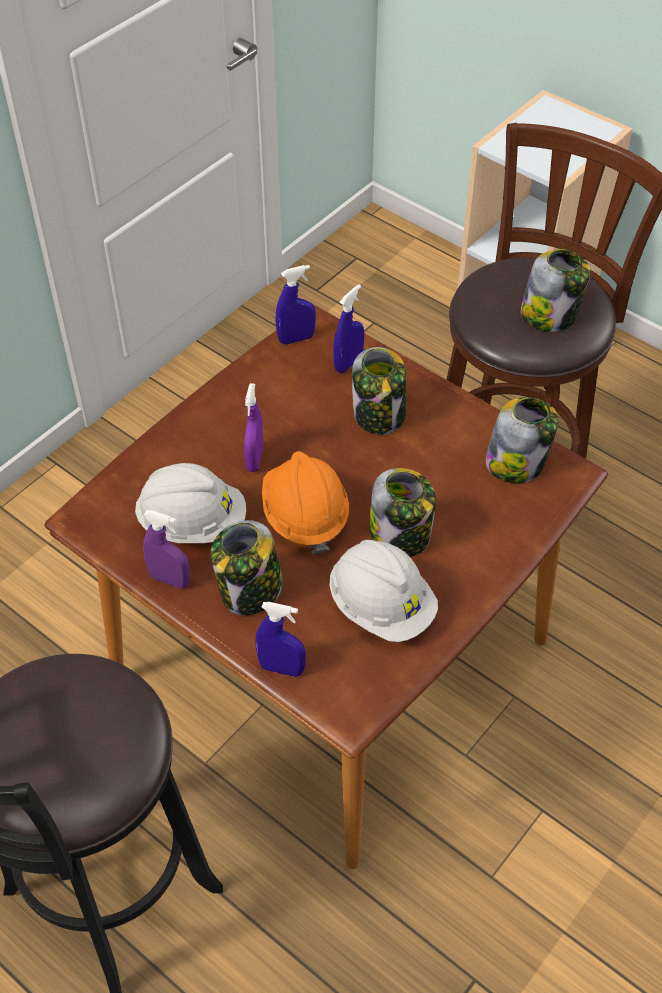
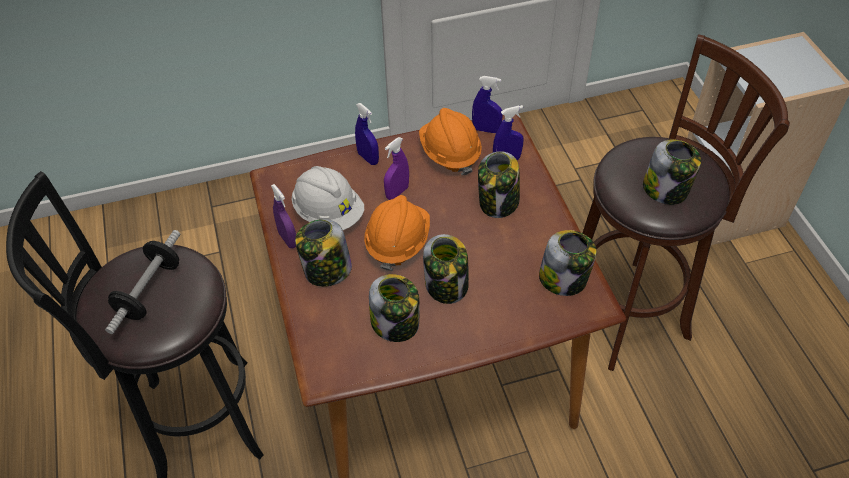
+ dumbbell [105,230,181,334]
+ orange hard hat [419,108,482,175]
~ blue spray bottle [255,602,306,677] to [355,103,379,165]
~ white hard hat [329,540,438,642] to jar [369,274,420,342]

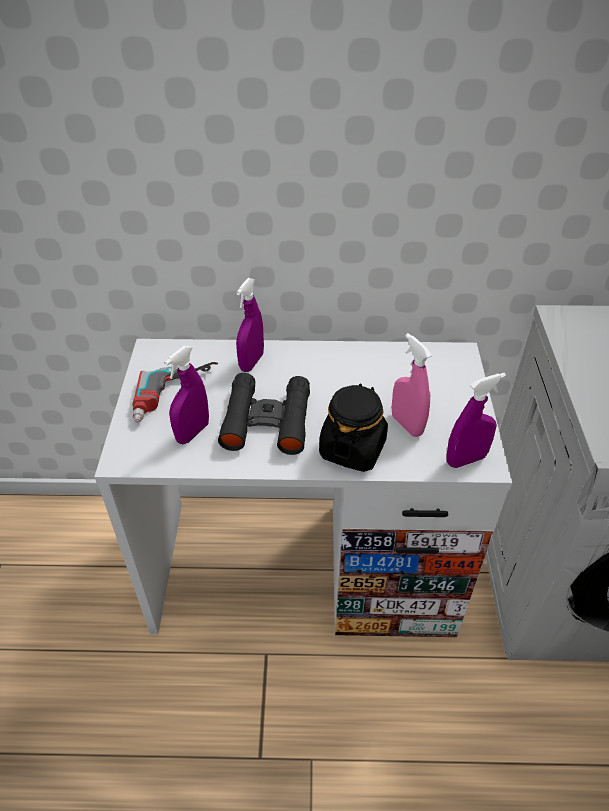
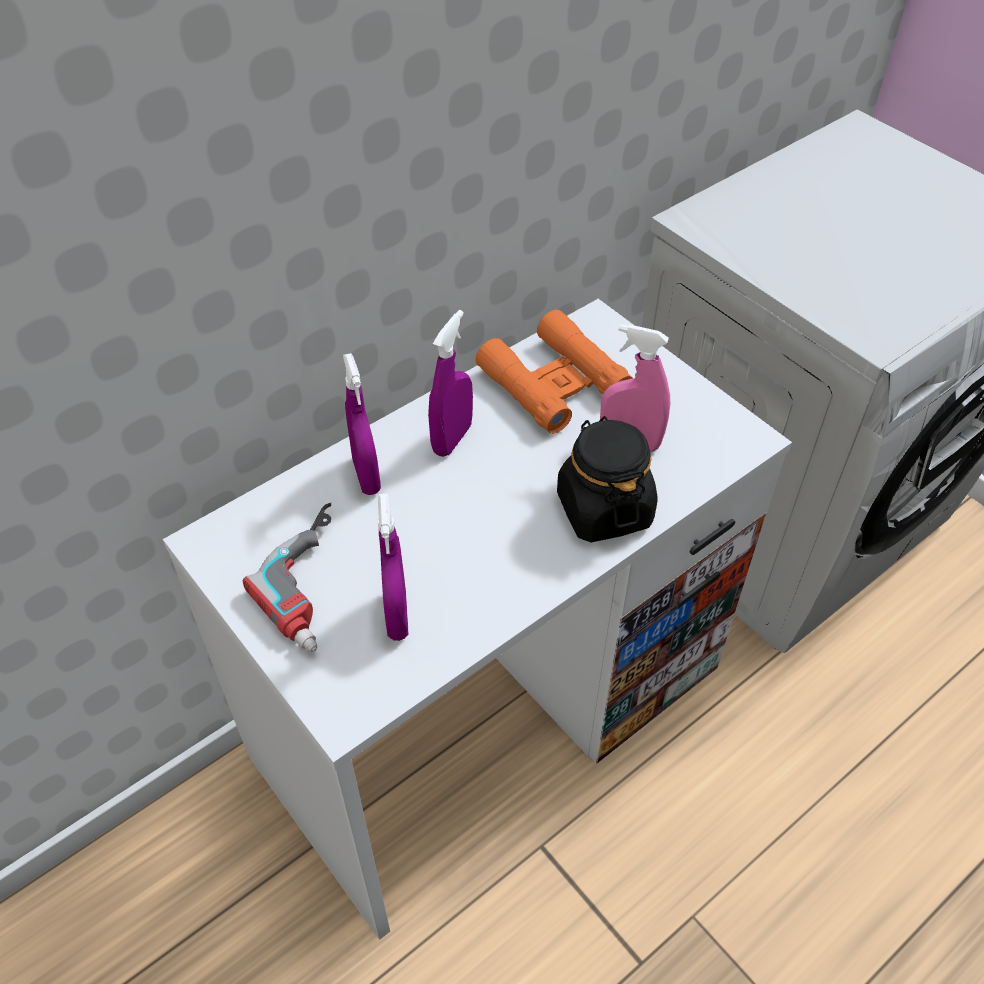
- black binoculars [218,373,310,455]
+ orange binoculars [476,310,633,434]
~ purple spray bottle [447,373,506,468] to [428,310,473,457]

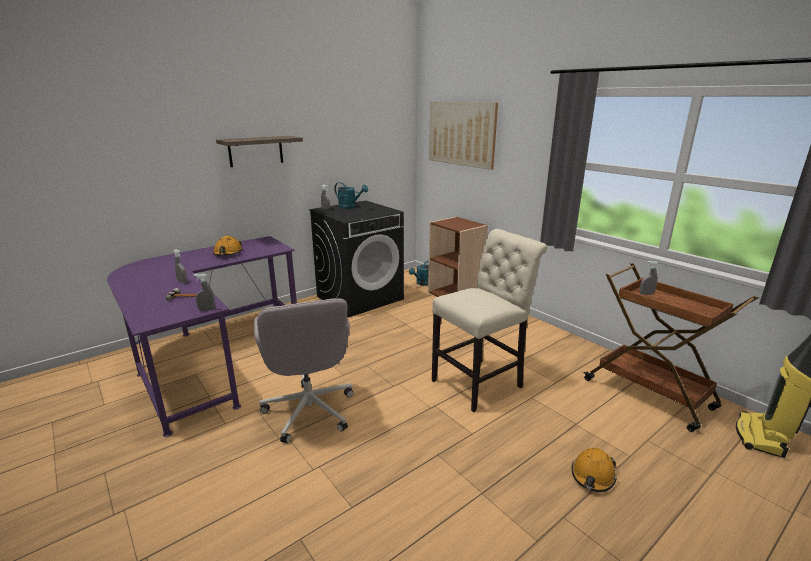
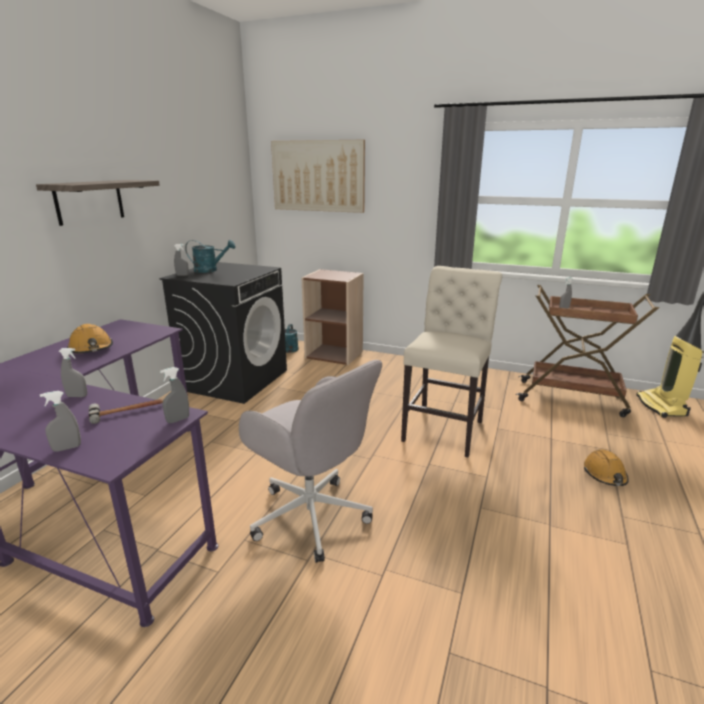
+ grey spray bottle [40,391,81,452]

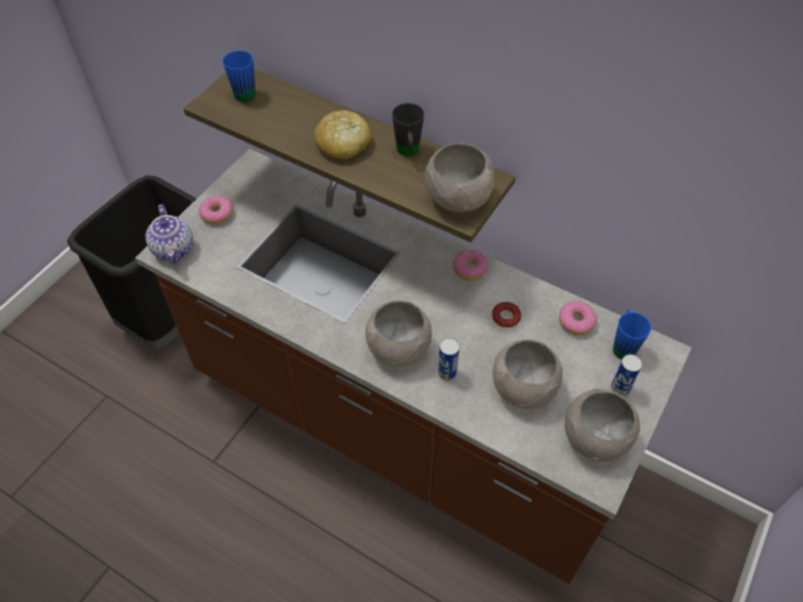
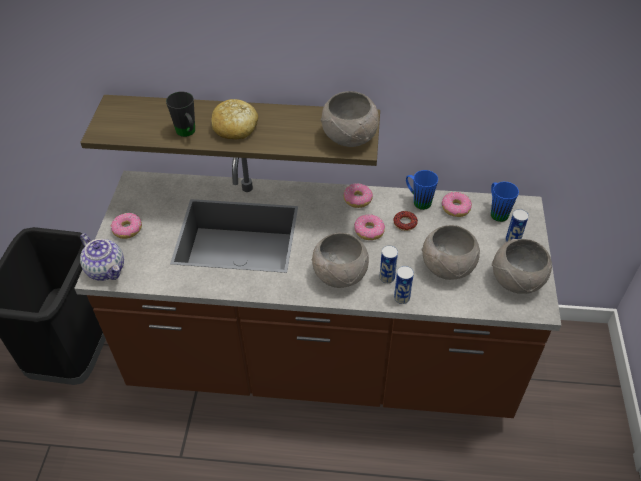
+ donut [354,214,385,240]
+ can [394,266,414,304]
~ blue mug [223,51,256,102] to [406,170,438,210]
~ black mug [392,103,424,156] to [166,91,195,137]

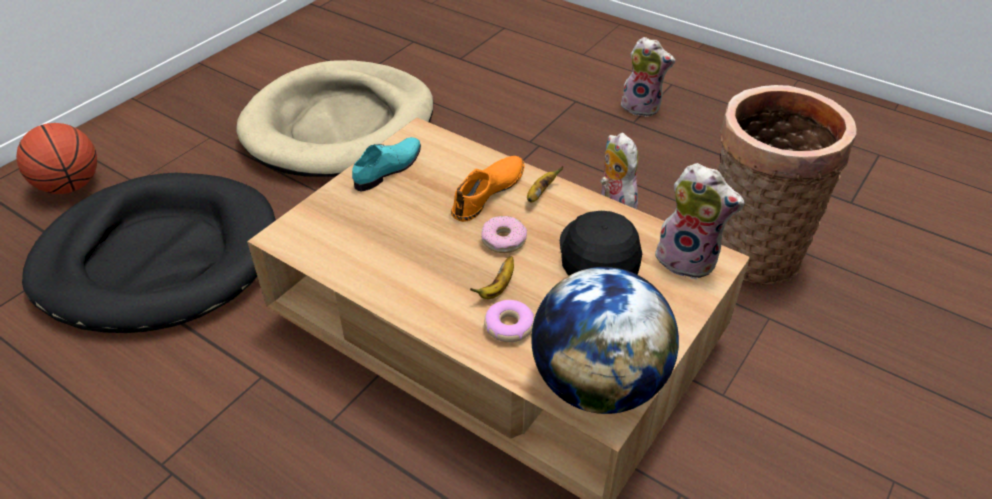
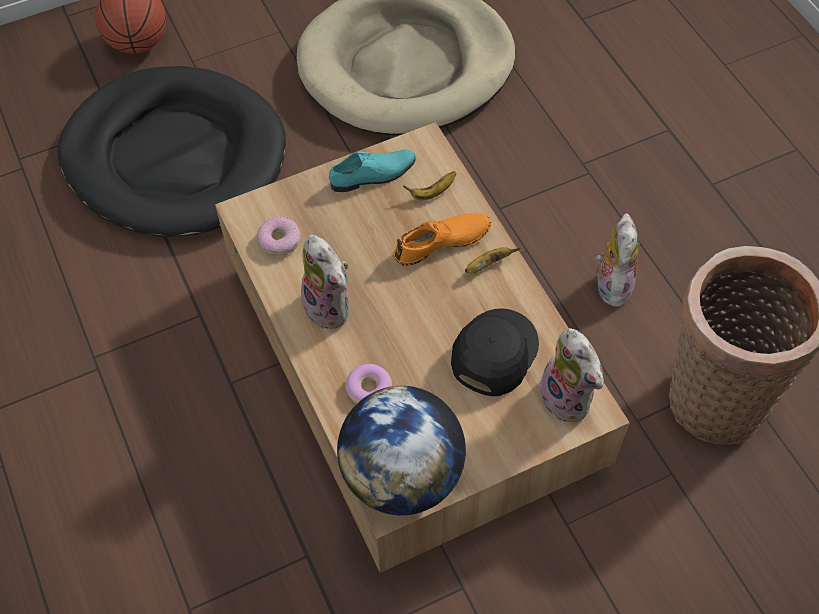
~ banana [470,256,514,299] to [403,171,456,200]
~ donut [481,216,527,253] to [257,216,301,256]
~ plush toy [621,37,675,117] to [301,235,348,329]

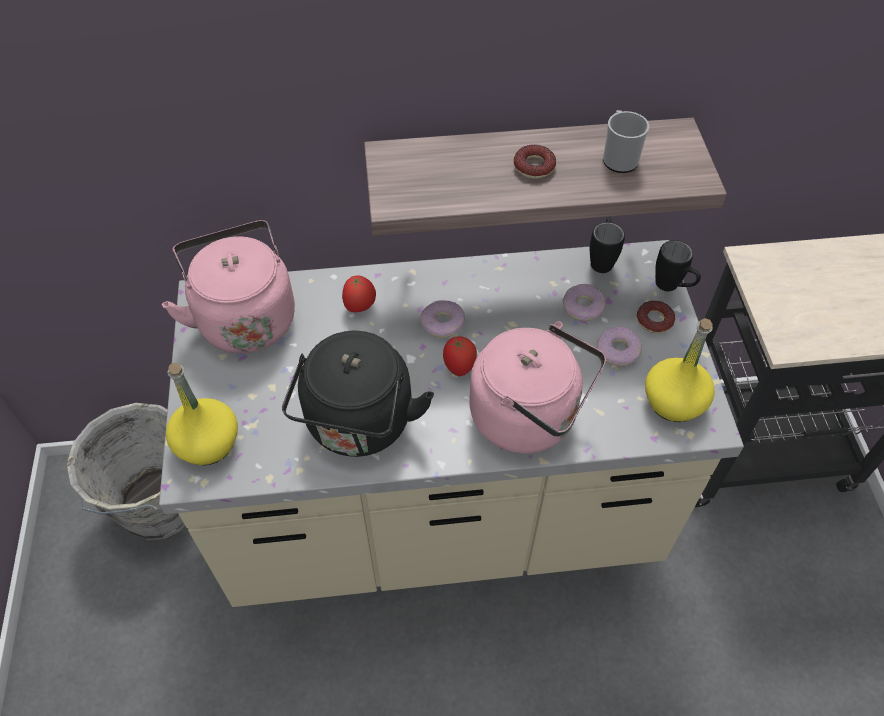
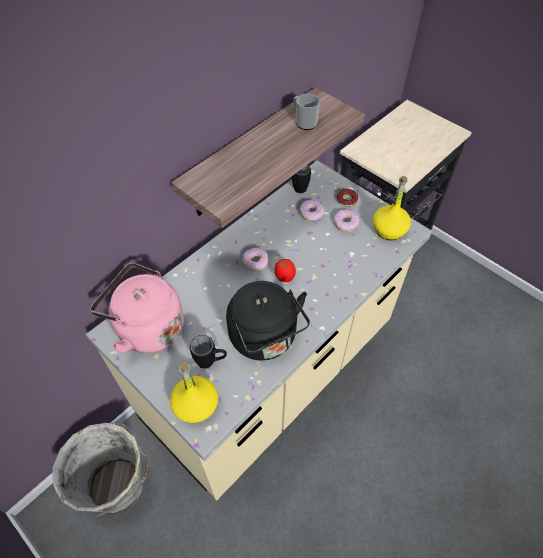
- tomato [342,275,376,312]
- pink kettle [469,321,606,454]
- donut [514,145,556,179]
~ black mug [655,240,701,291] to [190,335,227,369]

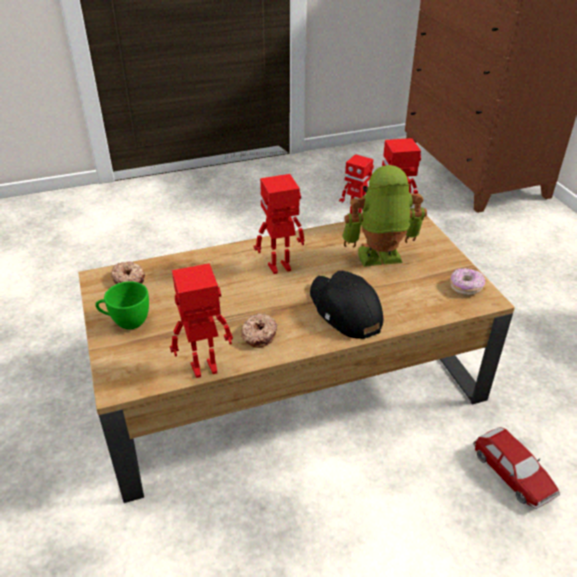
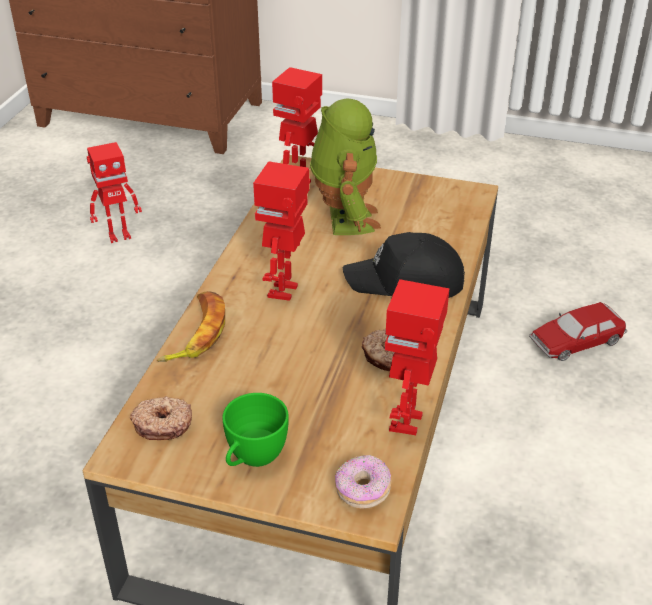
+ banana [157,291,225,362]
~ donut [450,268,485,295] to [335,455,391,509]
~ toy robot [343,165,427,267] = [310,99,381,235] 150 degrees clockwise
~ toy car [473,427,560,509] = [529,302,627,361] 150 degrees clockwise

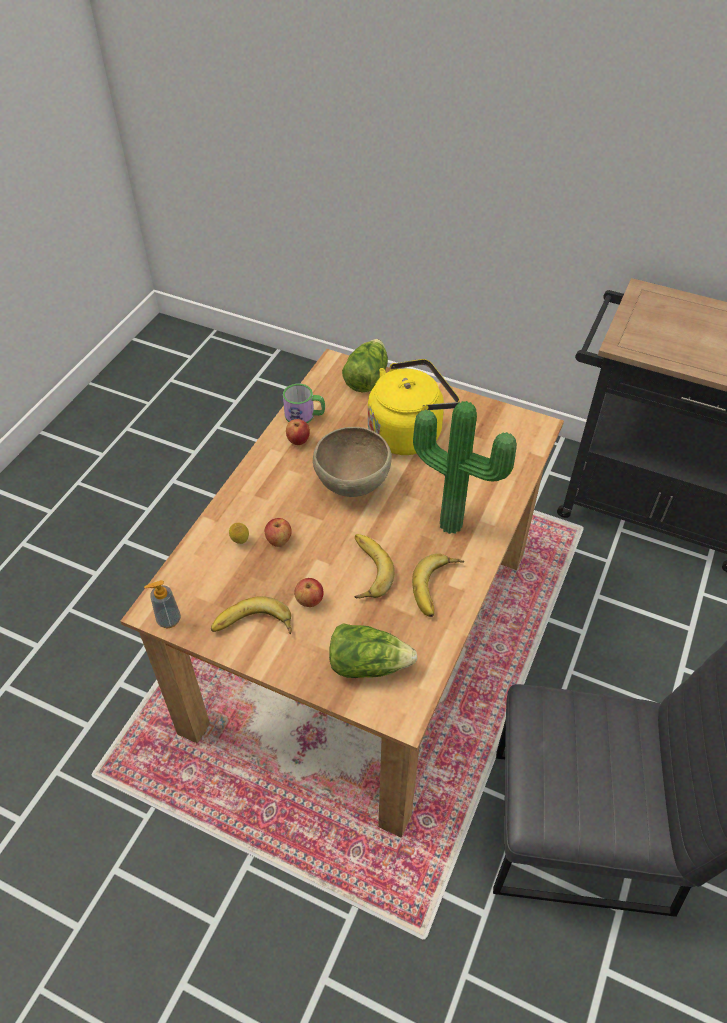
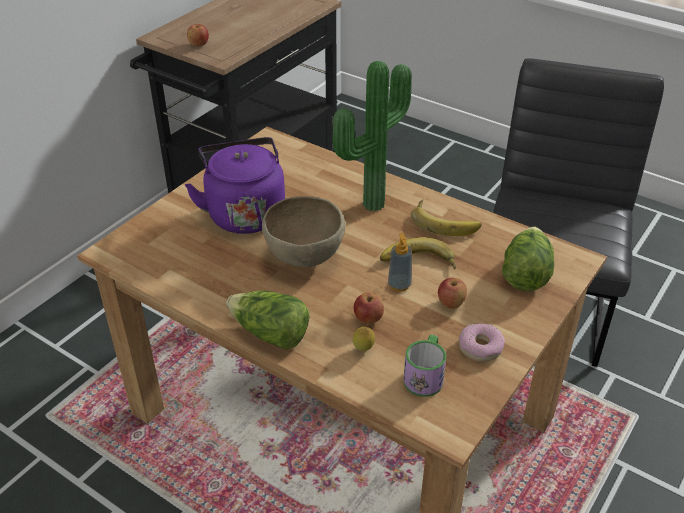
~ soap dispenser [144,580,181,628] to [388,233,412,292]
~ mug [283,384,325,423] to [404,334,446,397]
~ apple [286,419,310,445] to [187,24,209,46]
~ lettuce [342,339,388,392] to [226,291,309,349]
~ banana [211,596,292,634] to donut [459,324,505,362]
~ yellow kettle [368,359,460,455] to purple kettle [185,137,285,234]

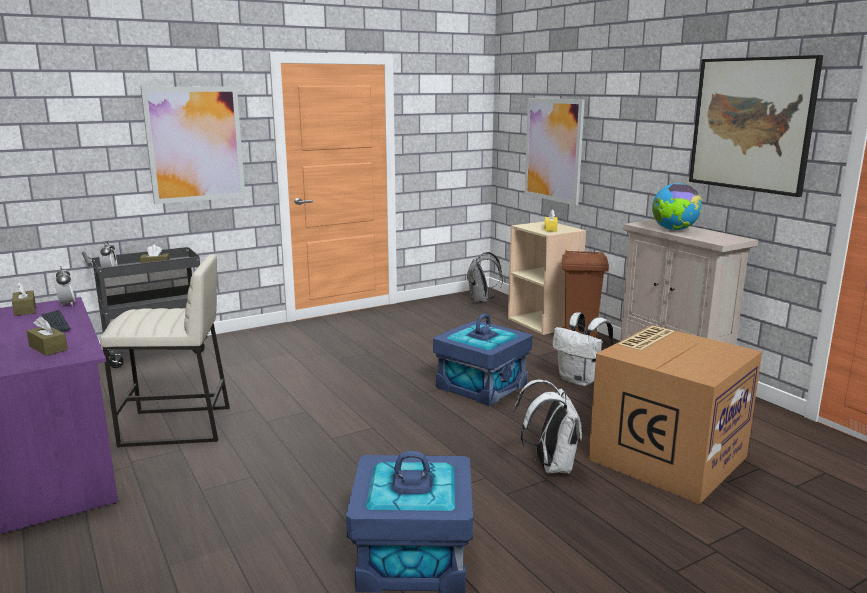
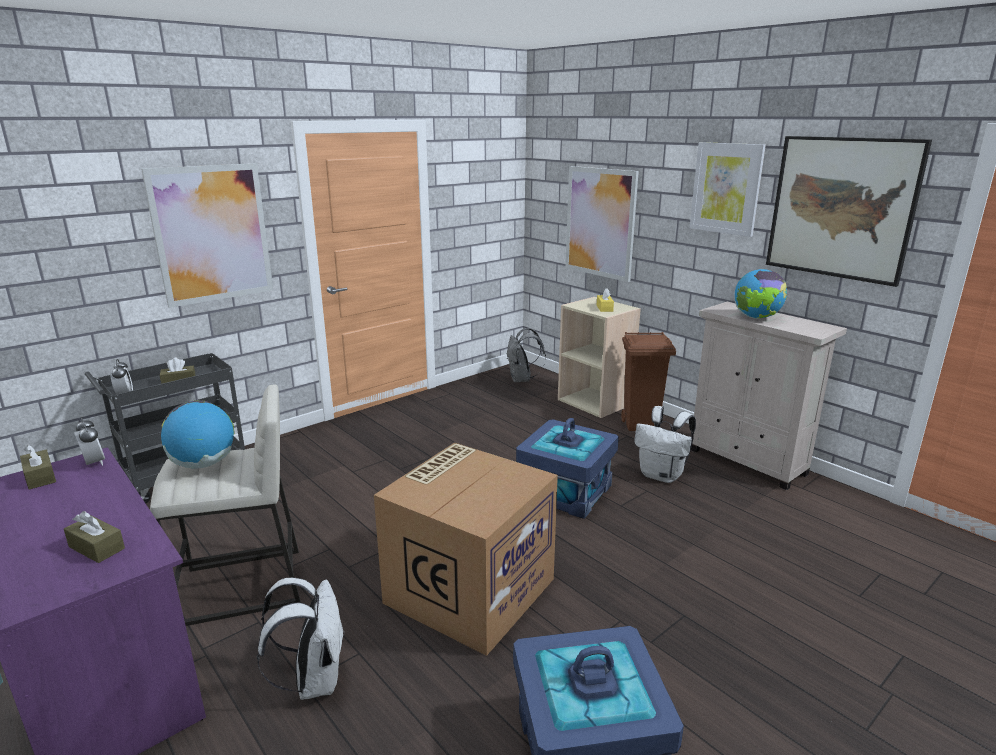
- keyboard [41,310,70,332]
+ globe [161,400,235,468]
+ picture [690,142,766,237]
~ white backpack [513,379,582,474] to [257,578,345,700]
~ cardboard box [589,325,762,504] to [374,443,558,656]

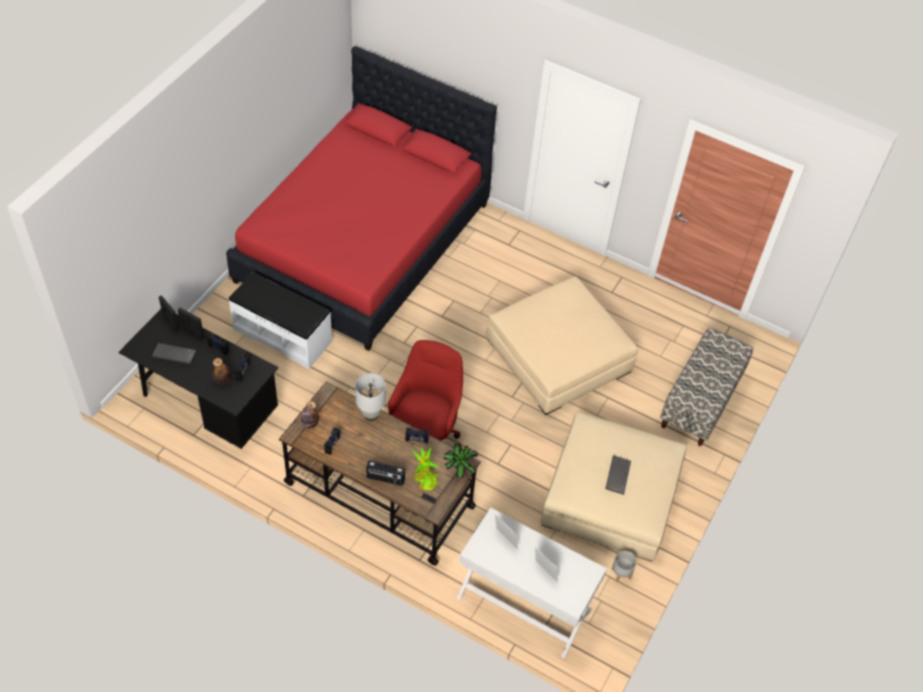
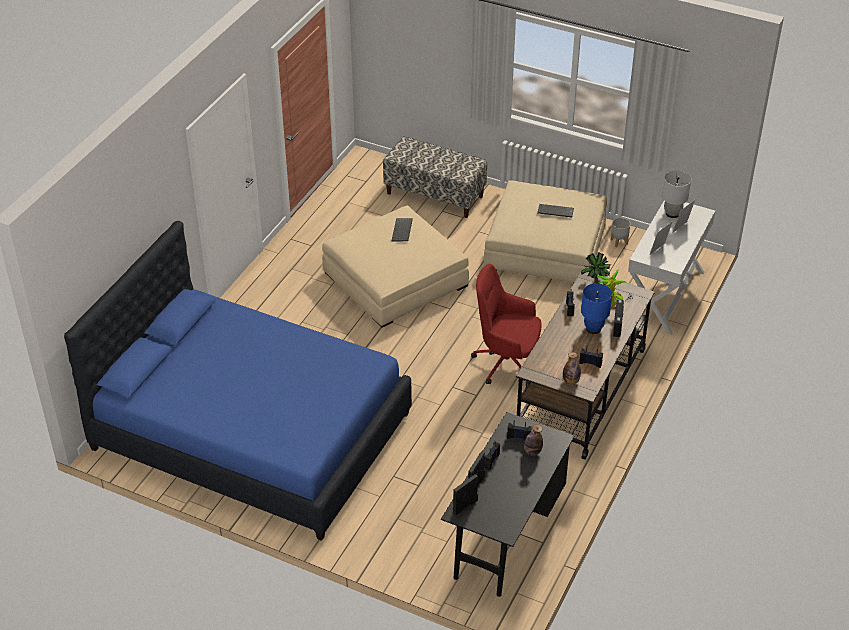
- white bench [228,272,332,369]
+ blue table lamp [581,283,612,334]
~ keyboard [152,343,197,364] to [391,218,413,241]
~ white table lamp [355,373,386,421] to [662,170,691,218]
~ red bed [226,46,497,351] to blue bed [64,221,412,541]

